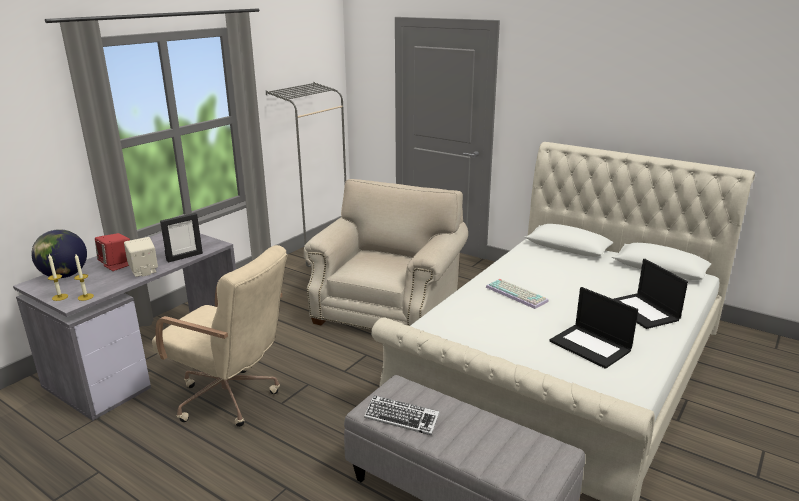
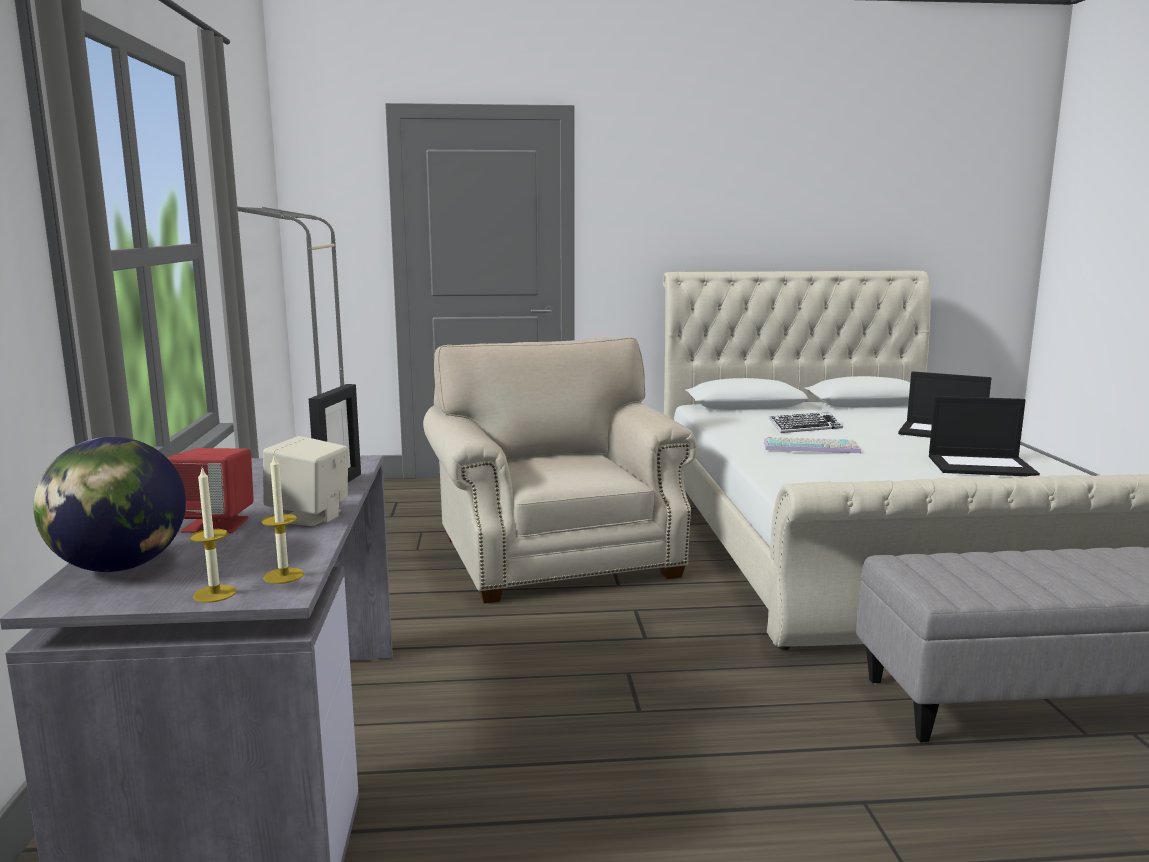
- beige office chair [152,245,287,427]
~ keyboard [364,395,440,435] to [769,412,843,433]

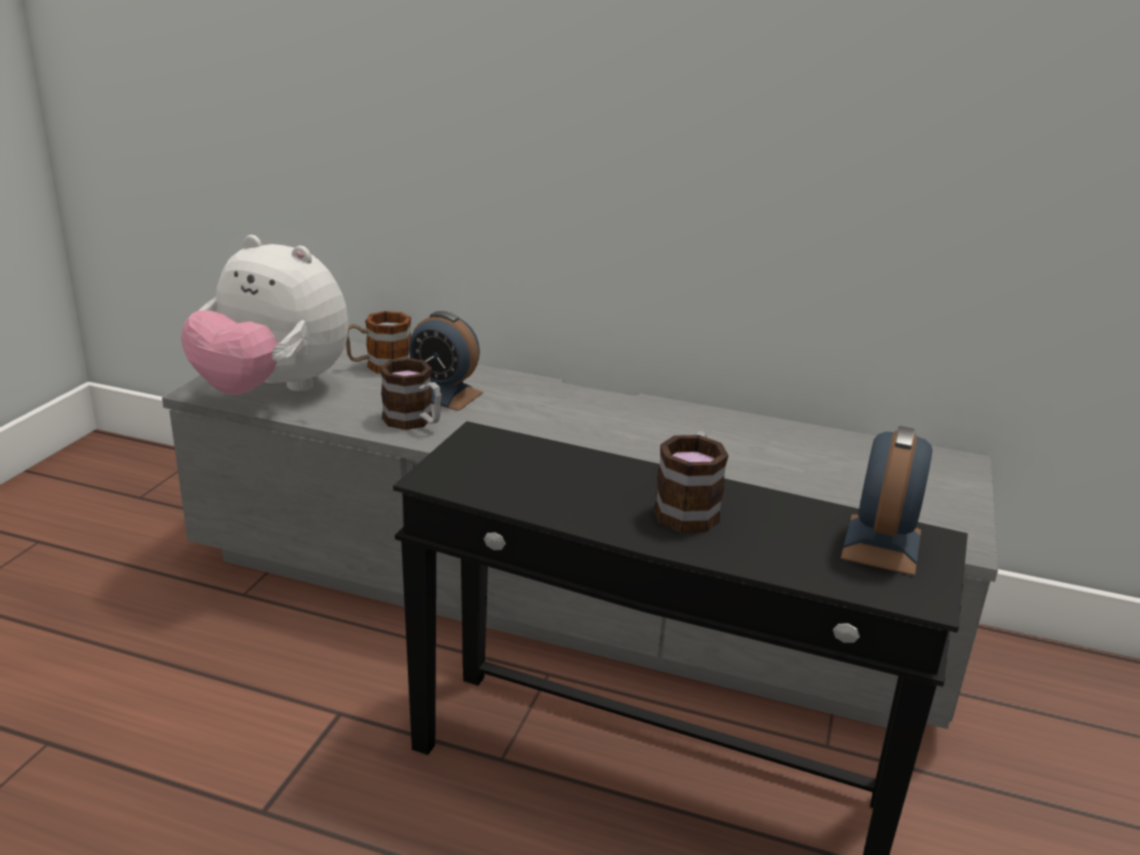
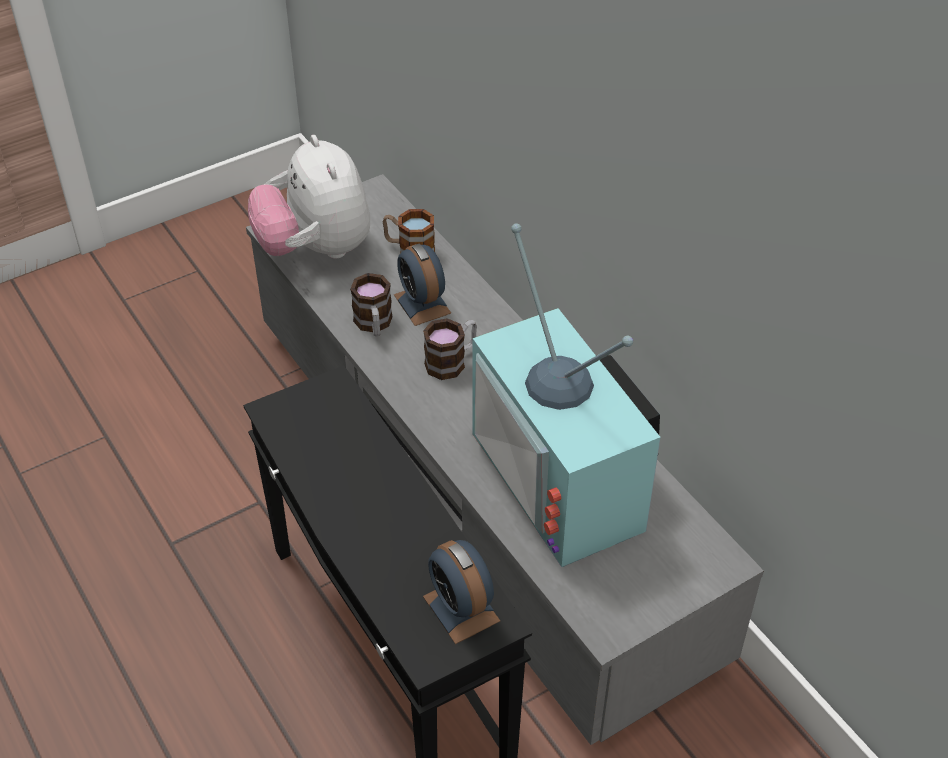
+ television [473,224,661,567]
~ mug [654,431,729,533] to [423,318,477,380]
~ alarm clock [841,426,932,576] = [423,540,500,644] 90 degrees clockwise

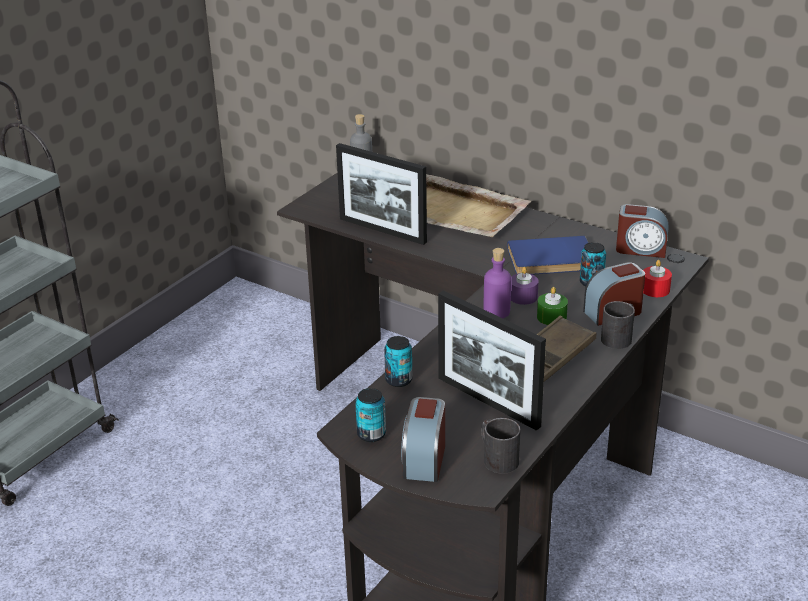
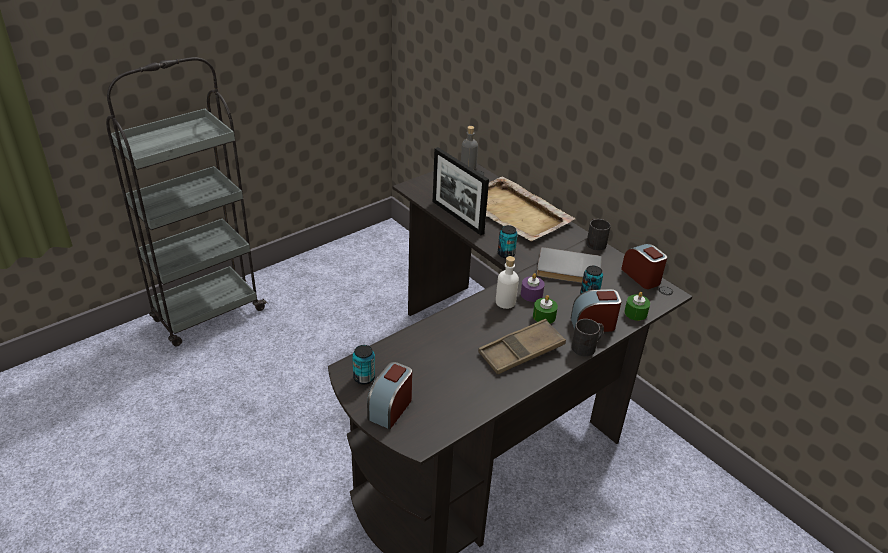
- picture frame [438,291,546,431]
~ can [384,336,413,387] to [498,225,517,258]
~ black mug [481,418,521,474] to [586,219,611,251]
~ purple bottle [483,248,511,318] to white bottle [496,256,519,309]
~ blue book [507,236,588,275] to grey book [536,247,602,283]
~ red candle [643,260,672,297] to green candle [624,292,650,321]
~ alarm clock [616,204,669,258] = [621,244,667,289] 150 degrees counterclockwise

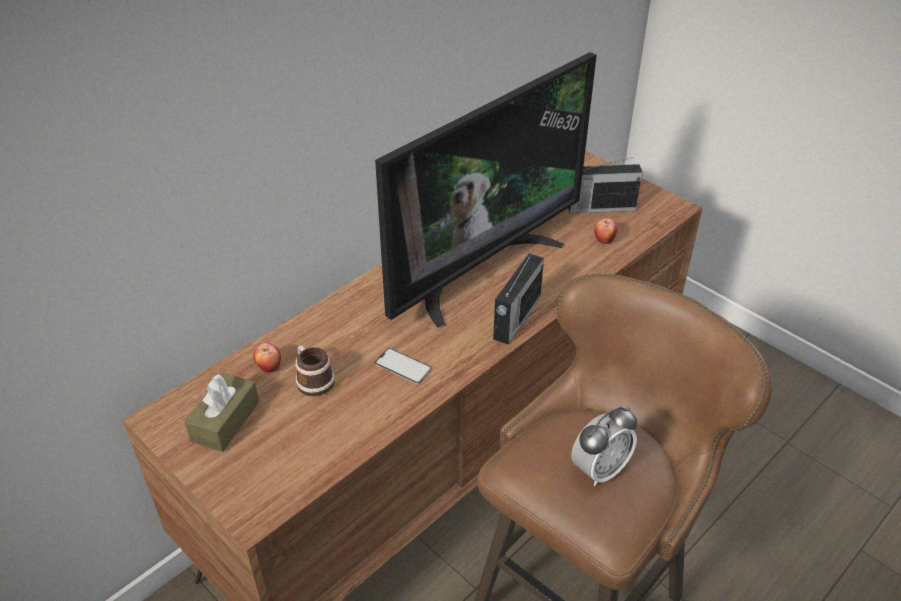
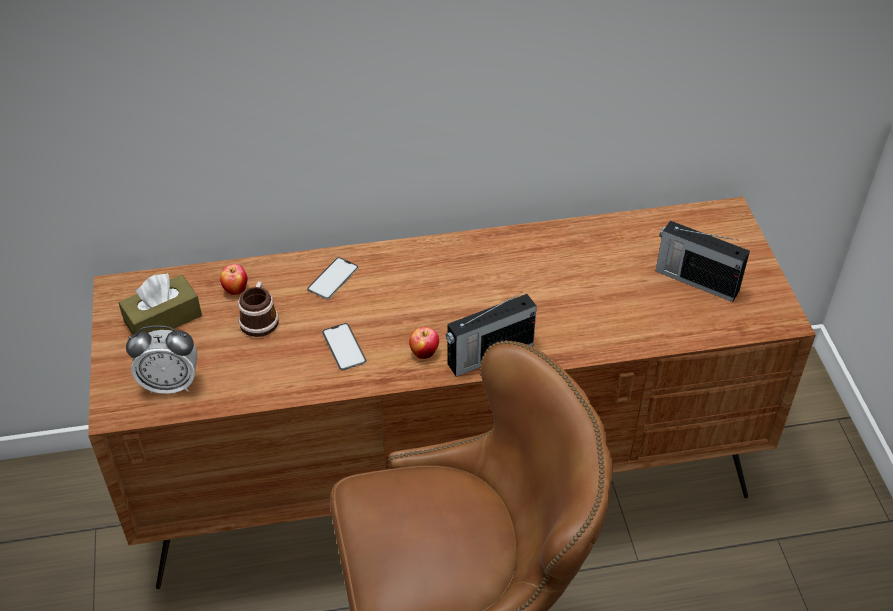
- television [375,52,597,328]
+ phone [307,257,359,300]
~ alarm clock [571,407,637,486] to [126,325,197,394]
~ apple [594,218,617,244] to [409,327,439,359]

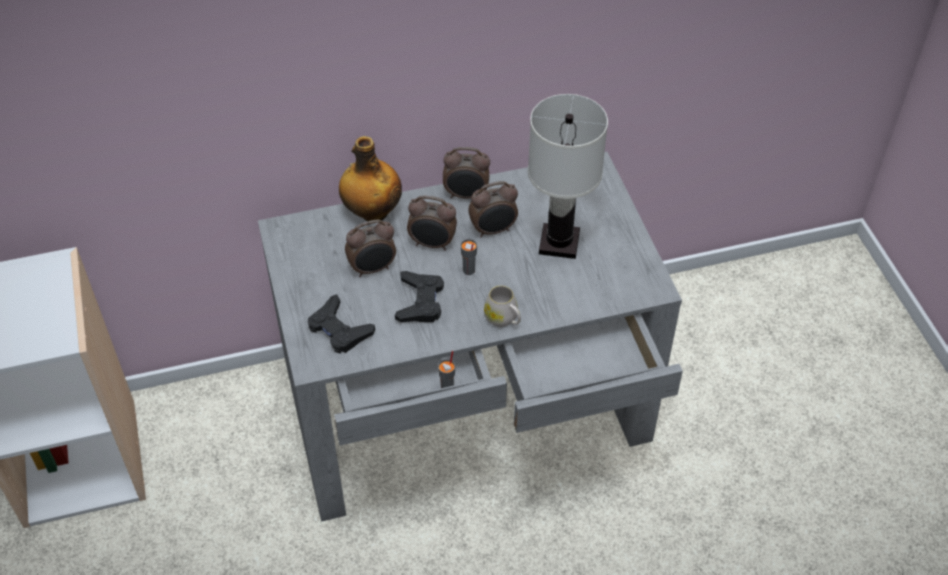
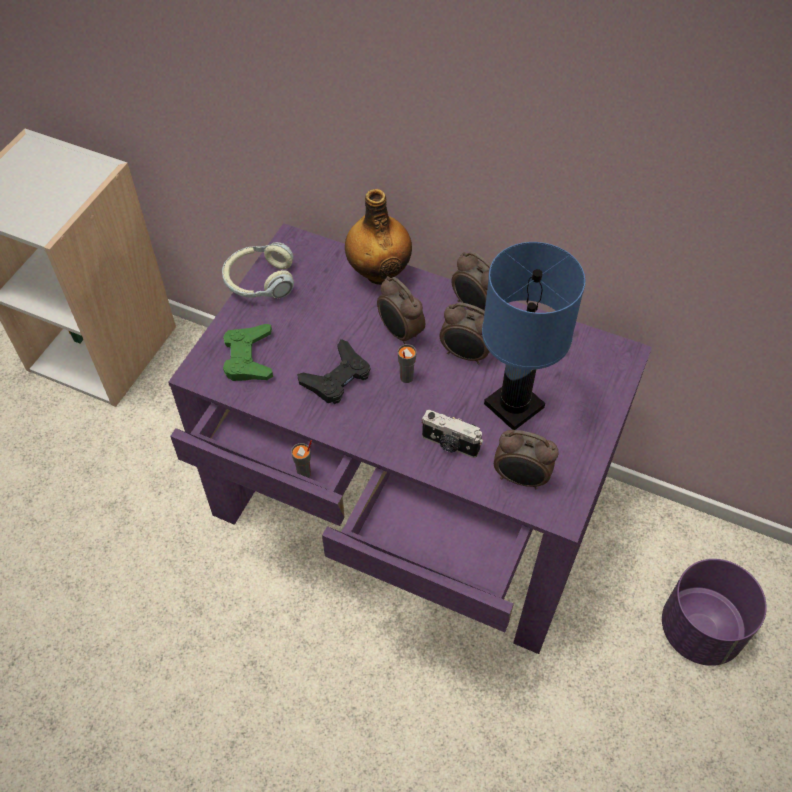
- white mug [484,286,521,327]
+ headphones [222,242,294,298]
+ photo camera [422,410,483,458]
+ purple planter [662,559,767,666]
~ alarm clock [345,220,396,277] to [494,430,559,490]
~ grey desk [258,152,683,522] to purple desk [168,223,652,654]
~ black game controller [307,294,375,353] to green game controller [223,324,273,381]
~ white table lamp [528,94,608,259] to blue table lamp [482,242,585,430]

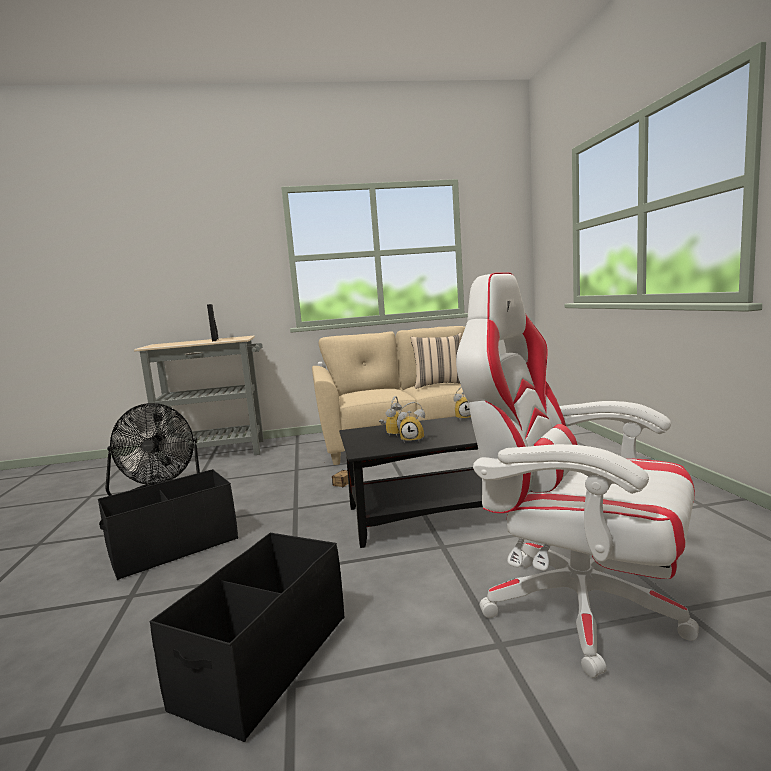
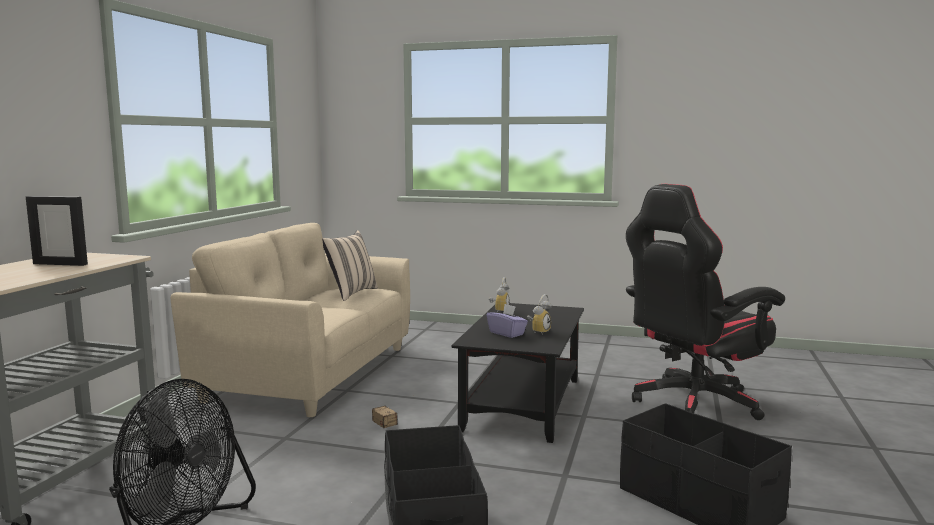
~ alarm clock [379,396,403,436] to purple tissue box [487,304,528,338]
~ white office chair [456,272,699,678] to black office chair [626,184,785,420]

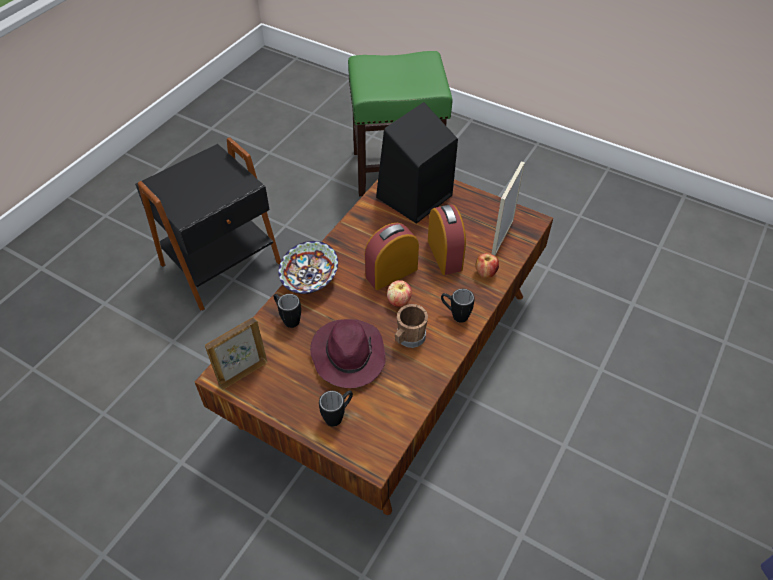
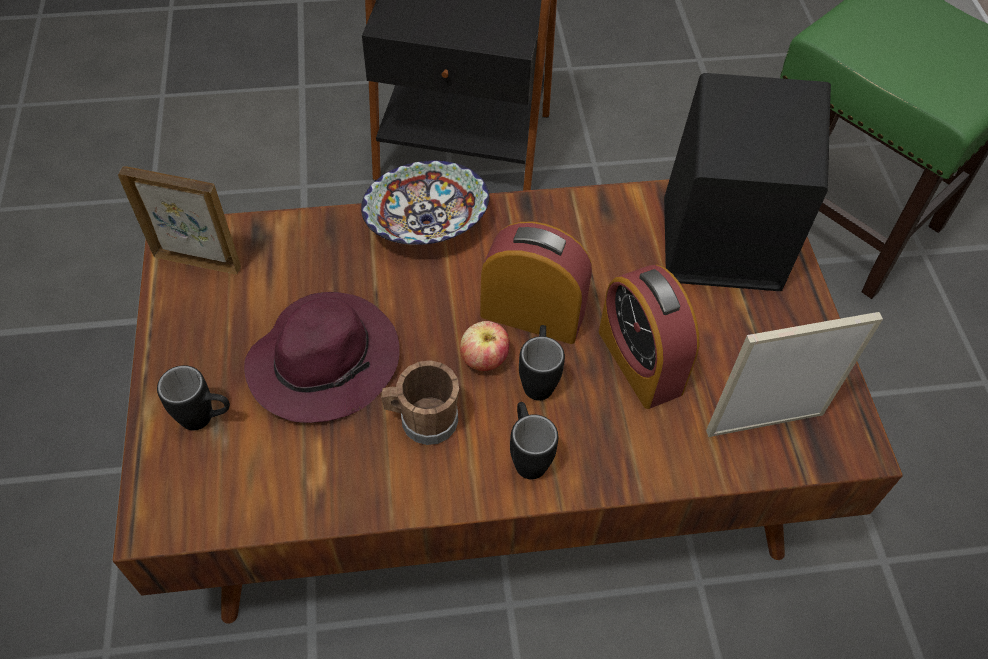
- apple [475,253,499,278]
~ black mug [273,294,301,328] to [519,325,565,400]
~ alarm clock [428,205,466,275] = [599,265,699,409] 120 degrees clockwise

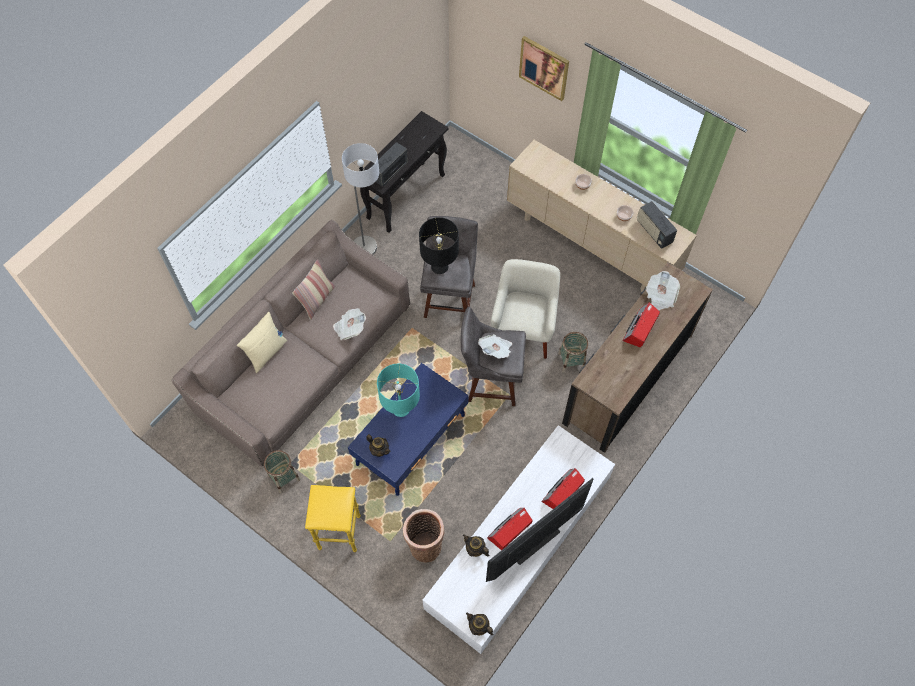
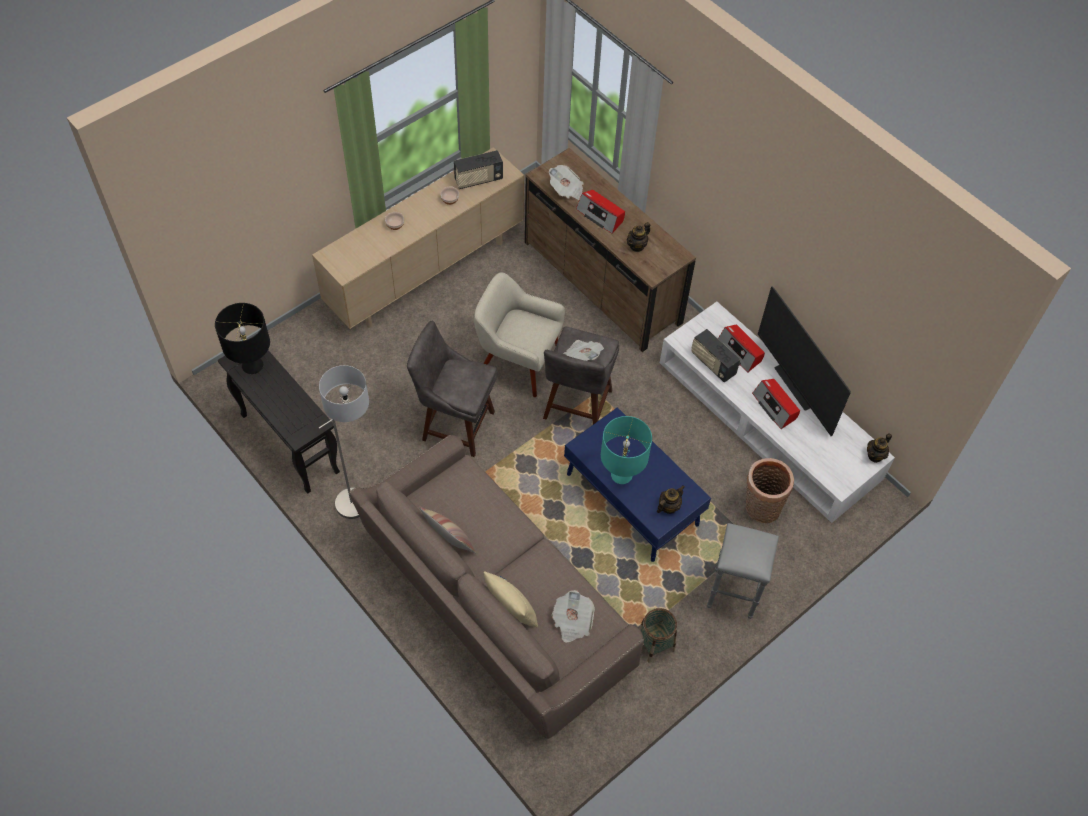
- picture [519,36,569,101]
- basket [558,332,588,373]
~ newspaper [333,308,366,340] to [552,590,595,643]
~ radio [371,142,408,187] to [691,329,740,383]
~ black table lamp [419,217,459,274] to [215,303,270,374]
~ teapot [463,534,489,557] to [626,222,650,252]
~ yellow stool [305,485,361,552] to grey stool [707,523,779,619]

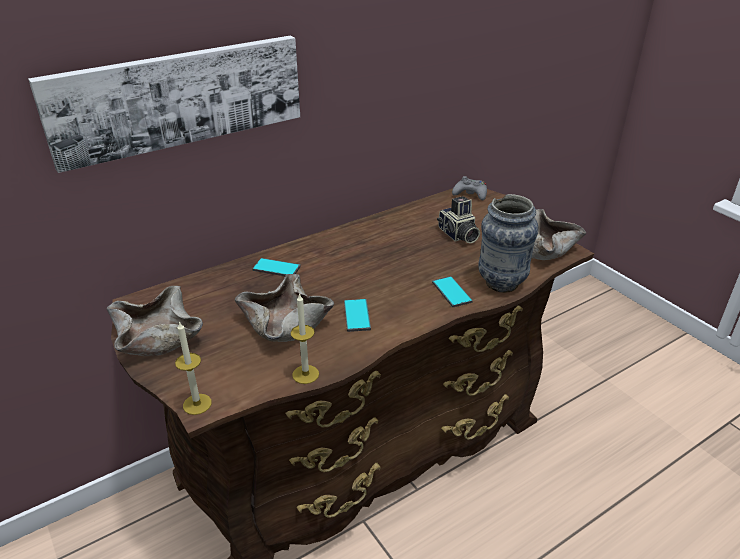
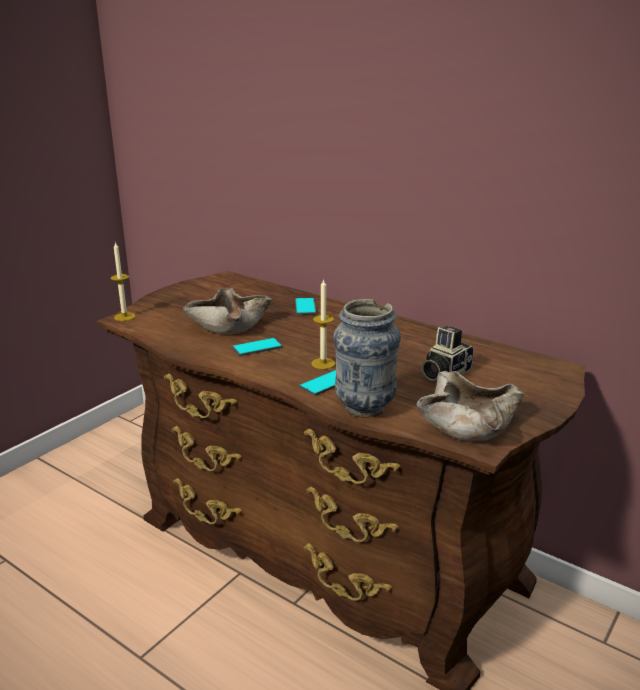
- picture [28,36,300,173]
- beige bowl [106,286,203,356]
- grey game controller [452,176,487,200]
~ candle [291,293,319,384] to [311,278,335,369]

